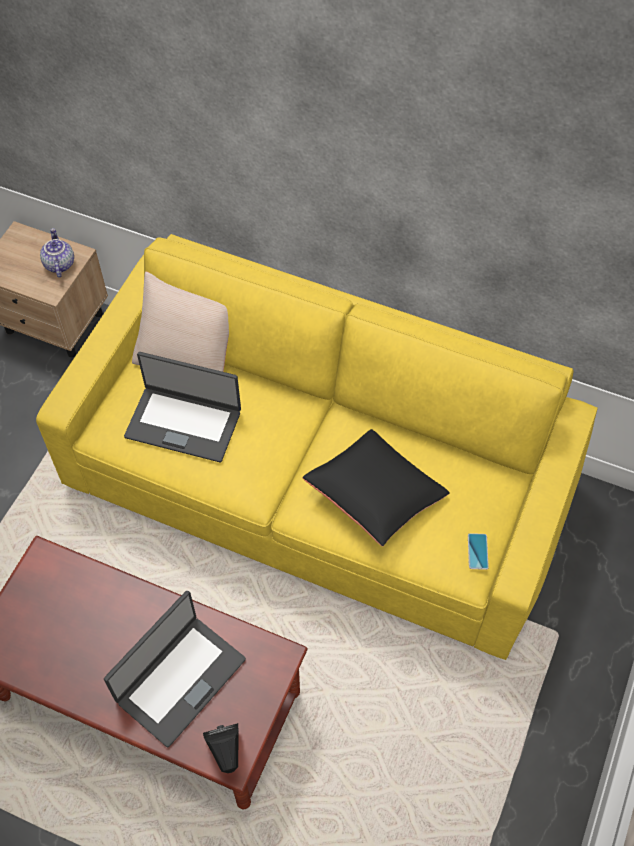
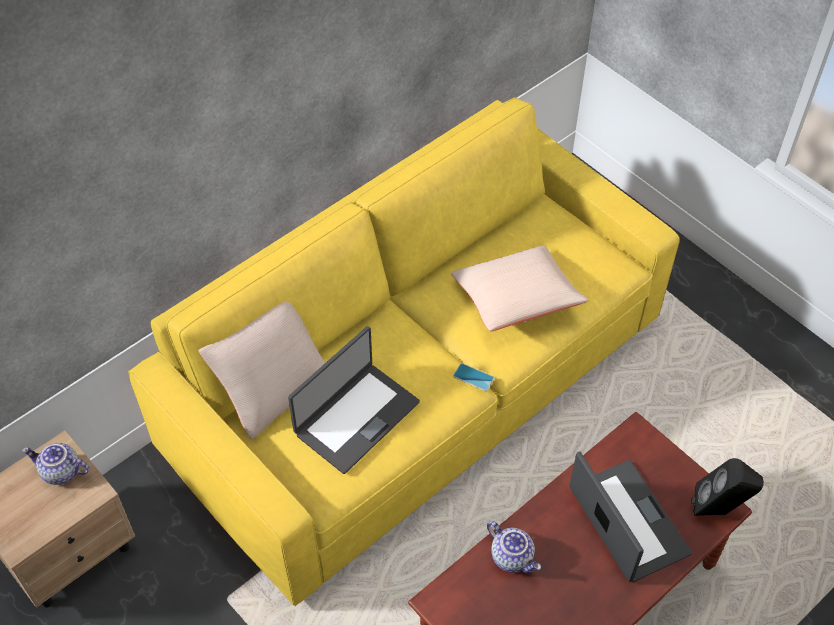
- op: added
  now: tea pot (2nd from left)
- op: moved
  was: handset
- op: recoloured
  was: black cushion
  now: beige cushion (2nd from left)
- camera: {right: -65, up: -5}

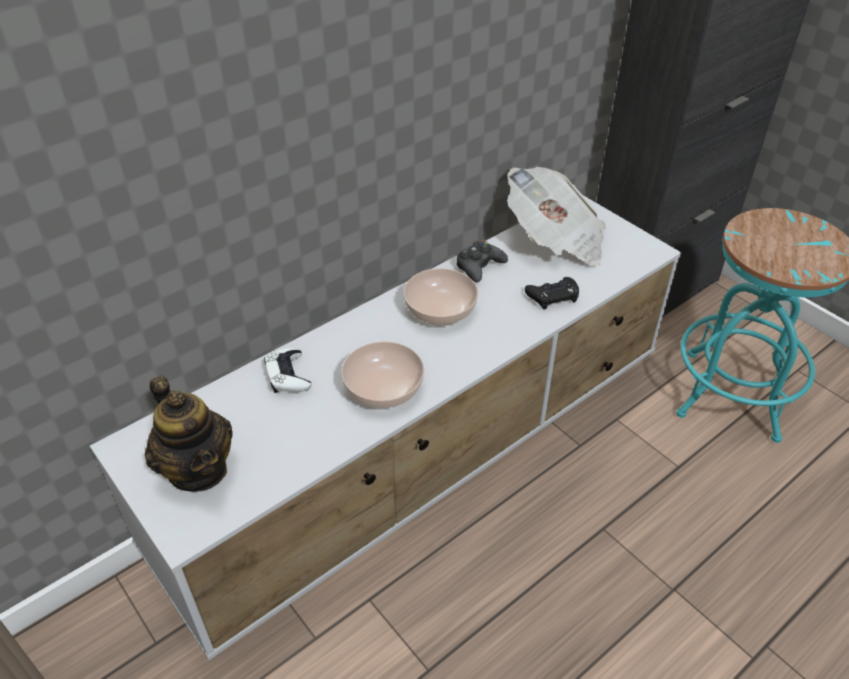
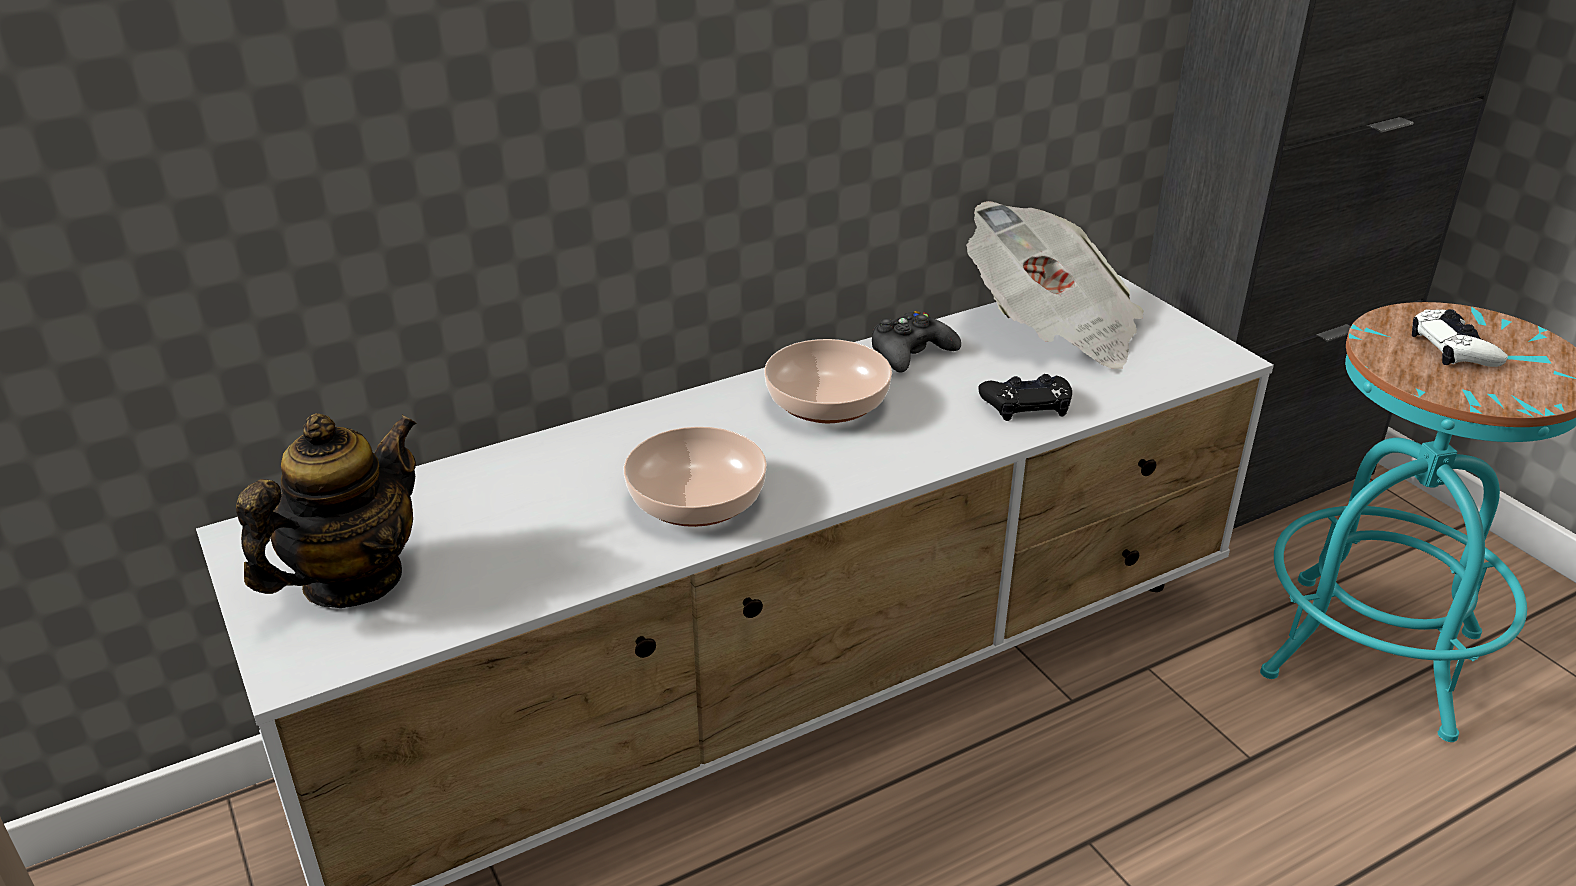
- op: moved
  was: white-coloured game controller
- op: turned
  was: tea pot
  clockwise: -120
- camera: {right: 10, up: -10}

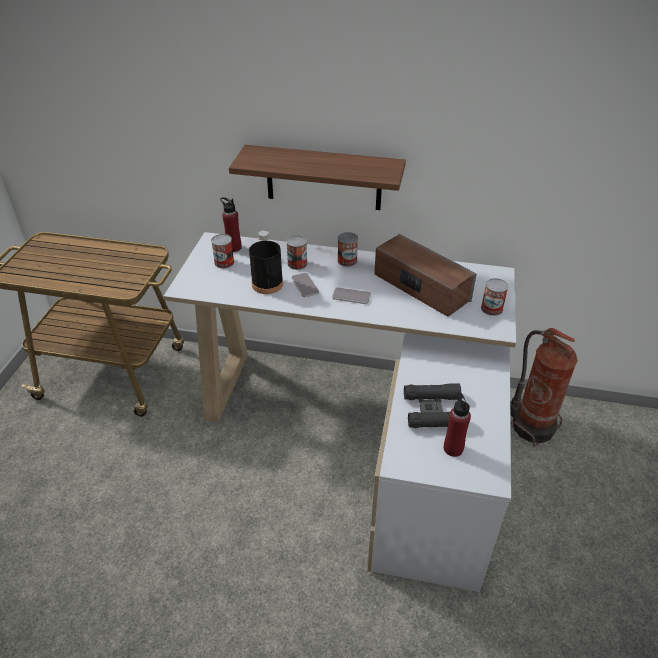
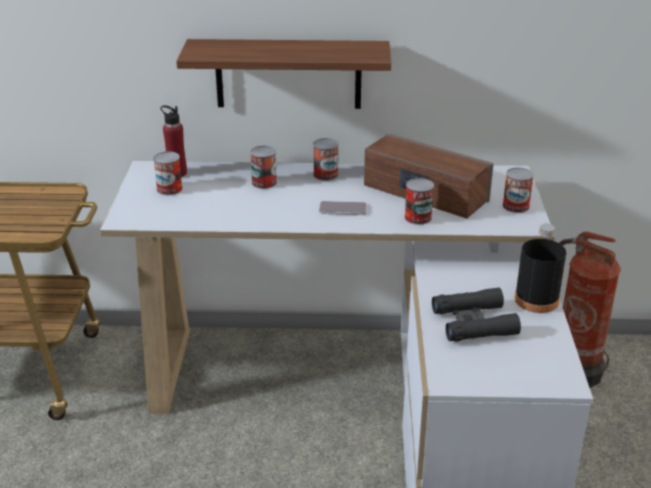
- op: removed
  was: handset (1st from left)
- op: removed
  was: red drink bottle (2nd from left)
- op: added
  now: metal can (4th from left)
- op: moved
  was: black drink bottle
- camera: {right: -10, up: -10}

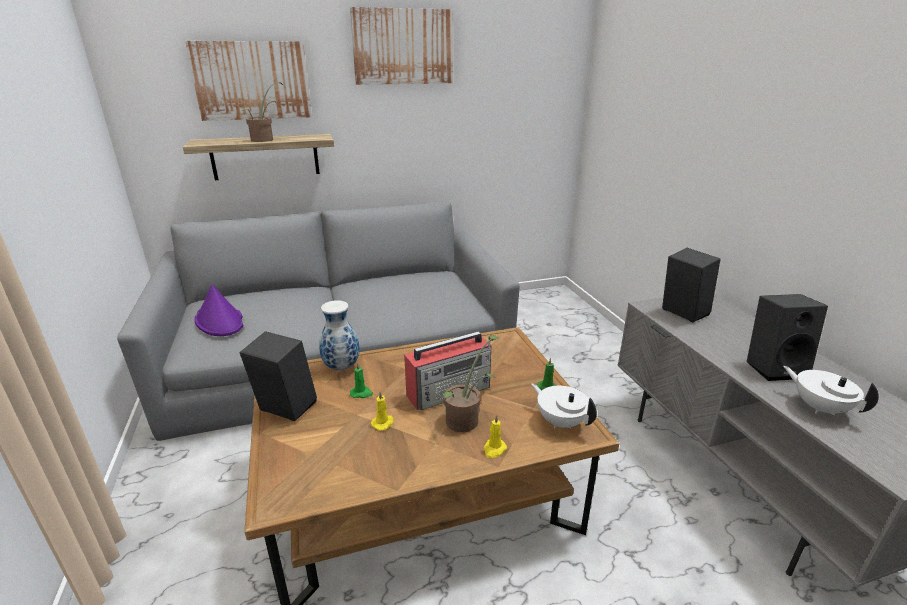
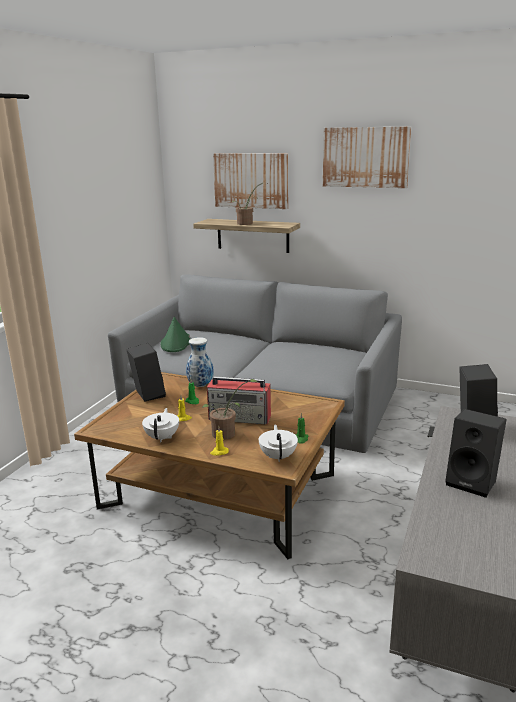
- op: moved
  was: white-coloured tea pot (2nd from left in the first image)
  now: white-coloured tea pot (1st from left)
- op: recoloured
  was: purplish wearable hat
  now: green wearable hat
- camera: {right: 40, up: -5}

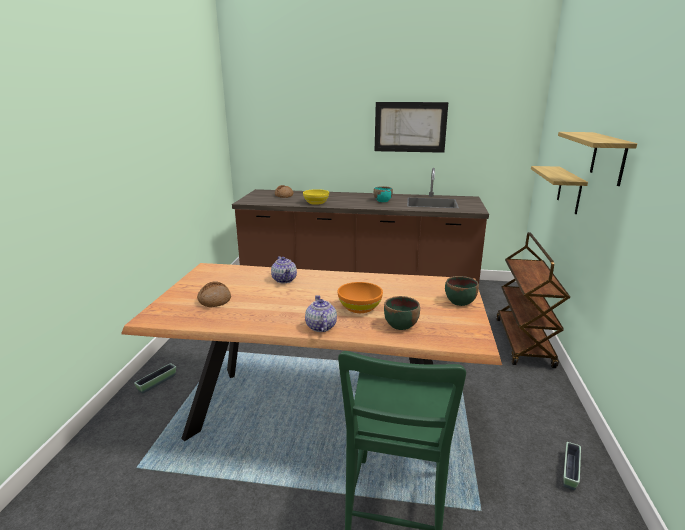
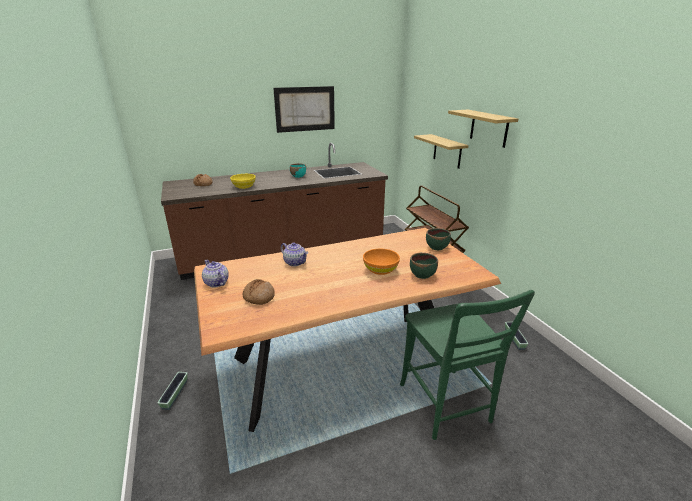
- op: moved
  was: tea pot (2nd from left in the first image)
  now: tea pot (1st from left)
- camera: {right: -30, up: 5}

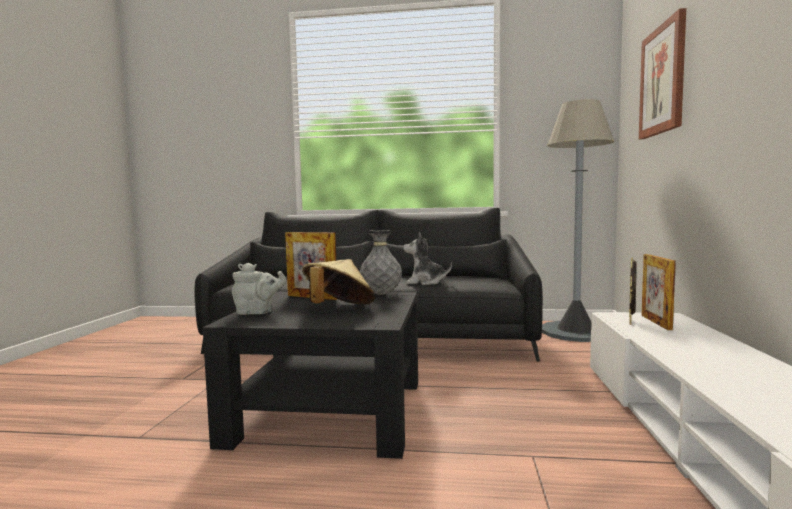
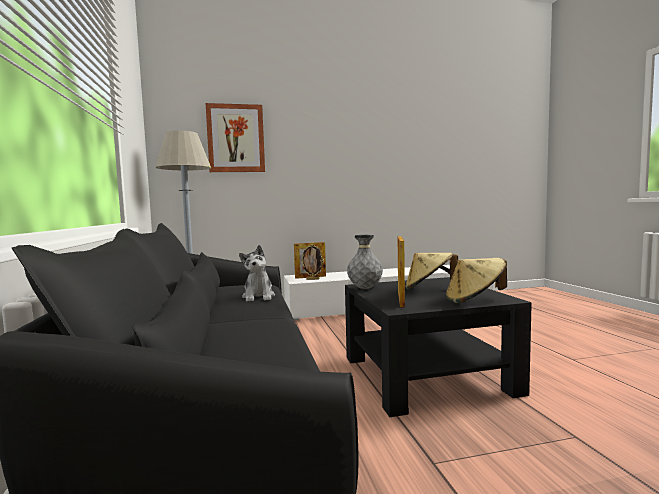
- op: replaced
  was: greyish tea pot
  now: beige wearable hat (2nd from left)
- camera: {right: -110, up: 0}

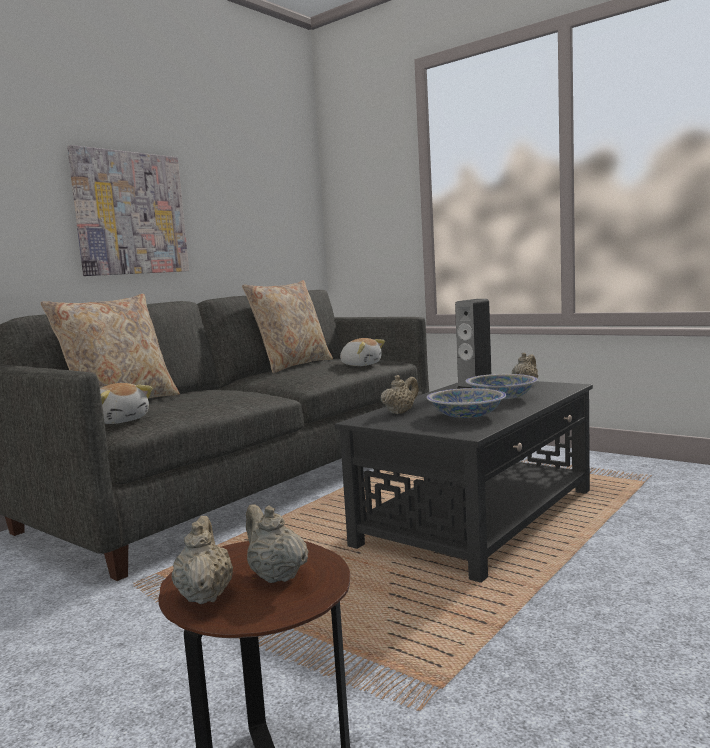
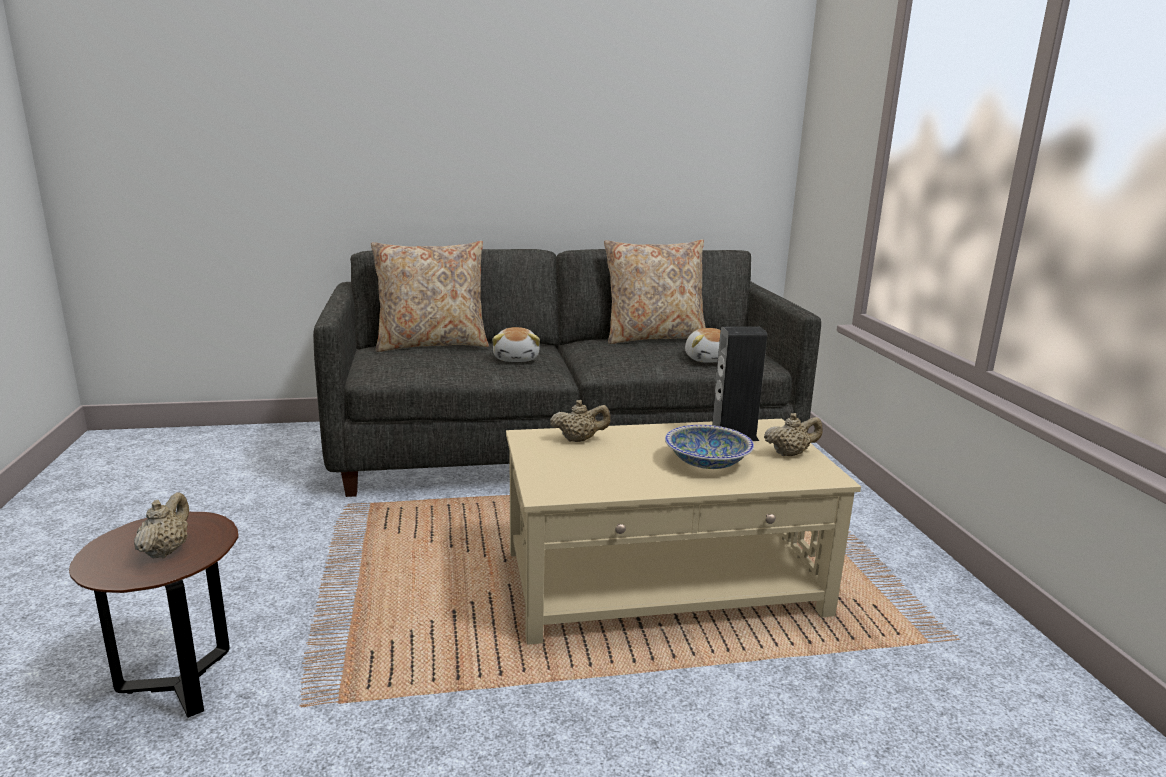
- op: removed
  was: wall art
- op: removed
  was: beige tea pot (1st from left)
- op: removed
  was: bowl (1st from left)
- op: moved
  was: cuddly toy (1st from left)
- op: recoloured
  was: black lounge table
  now: beige lounge table
- camera: {right: 40, up: 10}

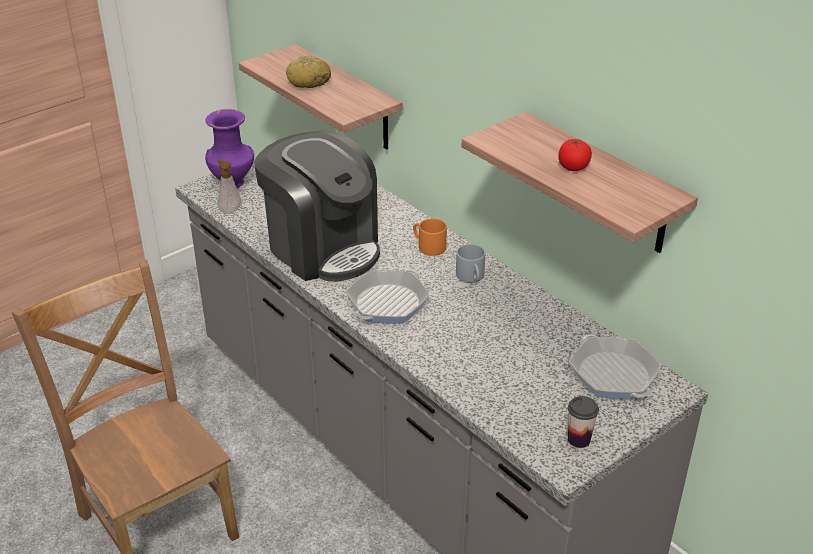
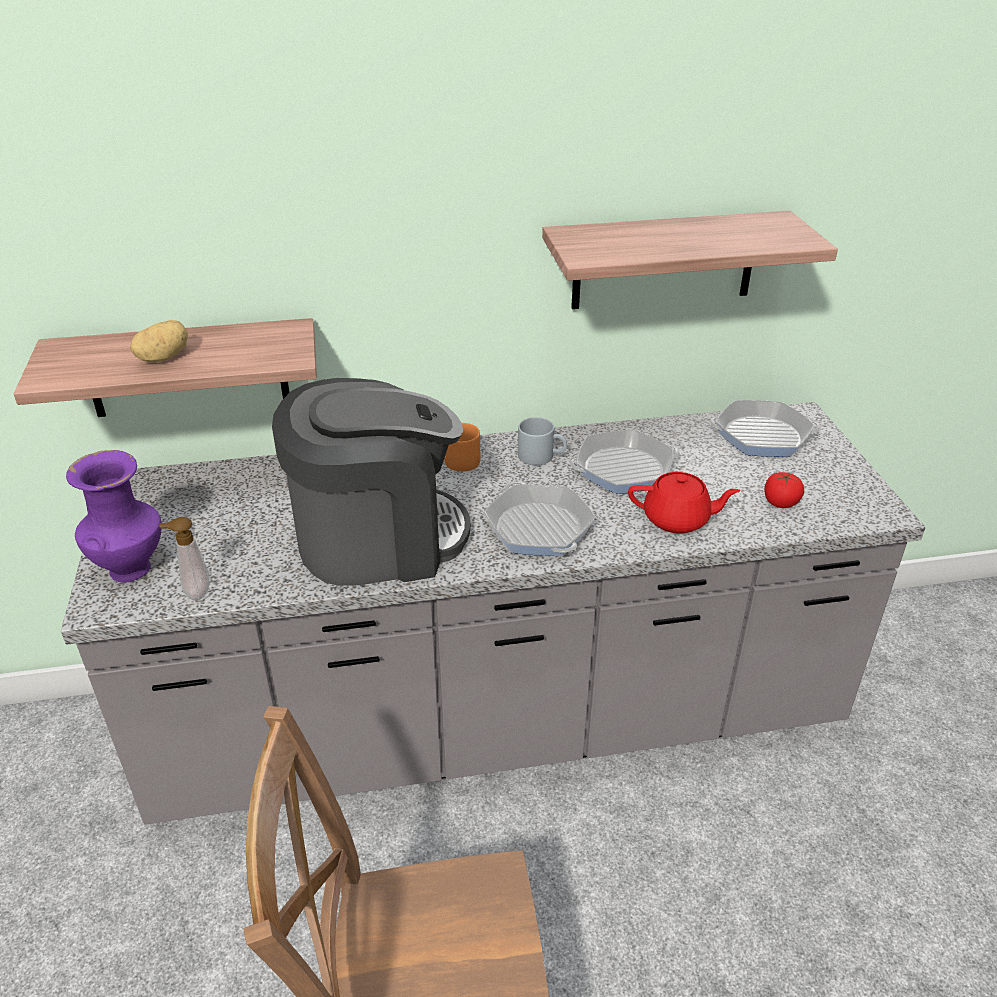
- op: removed
  was: cup
- op: added
  now: skillet (2nd from left)
- op: added
  now: red tea pot
- op: moved
  was: tomato
- op: replaced
  was: baked bread
  now: spud
- camera: {right: -60, up: 0}

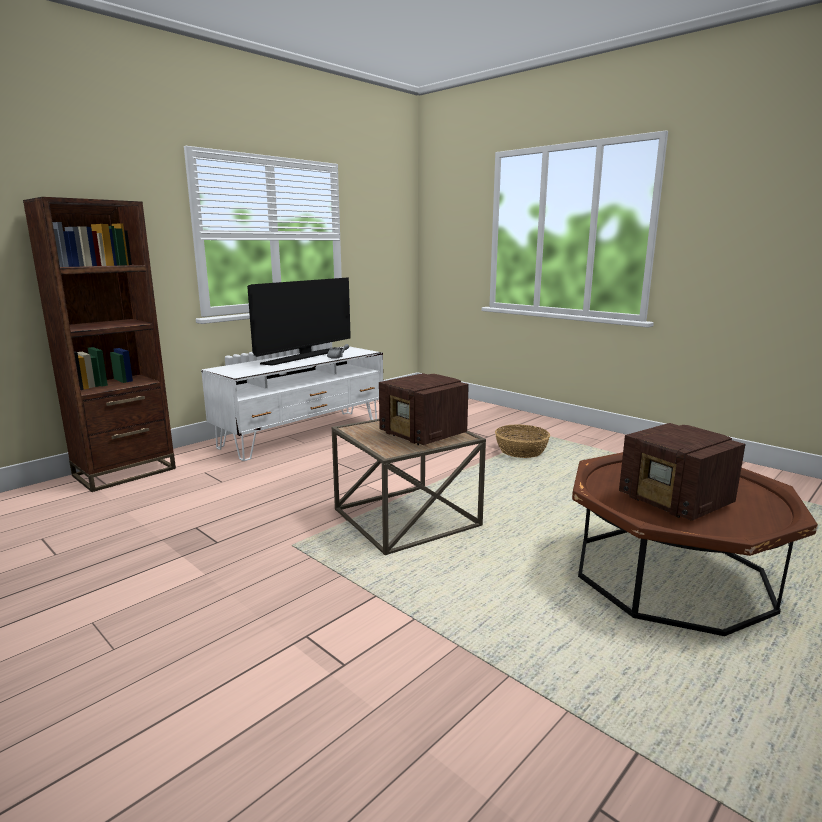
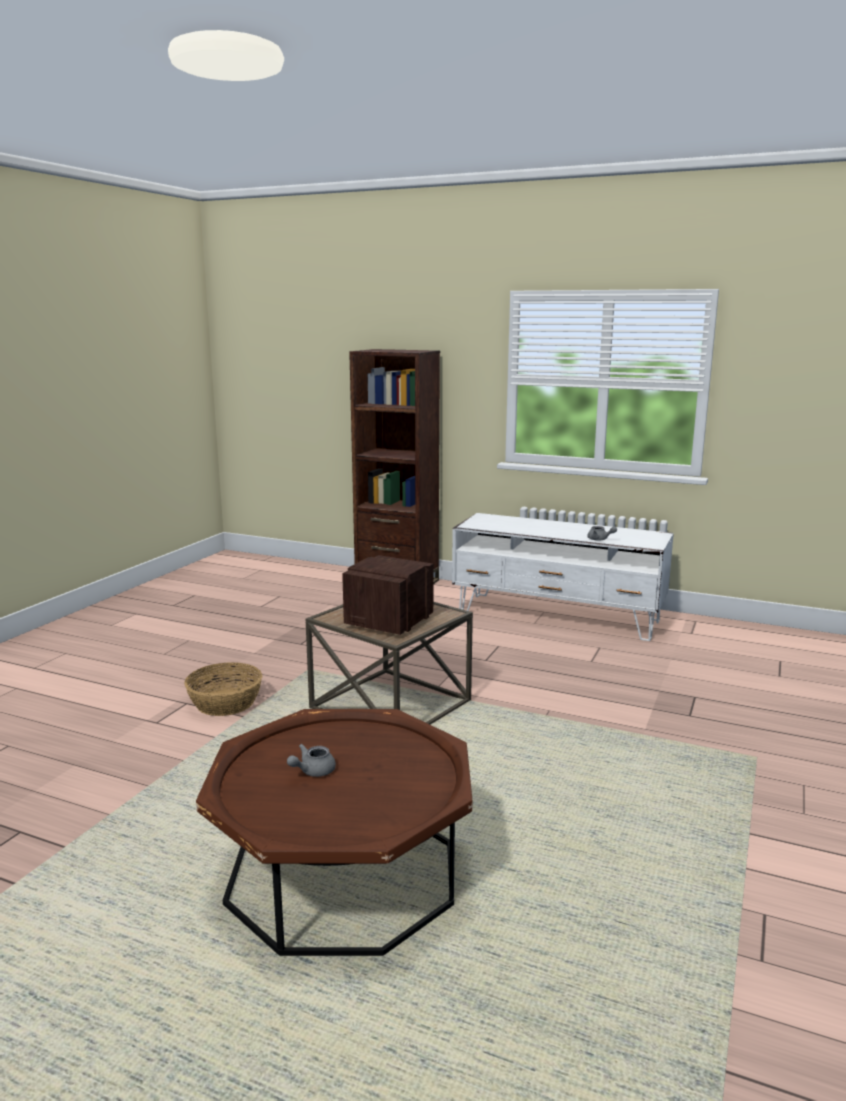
- op: removed
  was: TV
- op: moved
  was: household basket
- op: replaced
  was: radio (2nd from left)
  now: greyish tea pot (1st from left)
- camera: {right: 70, up: 0}

